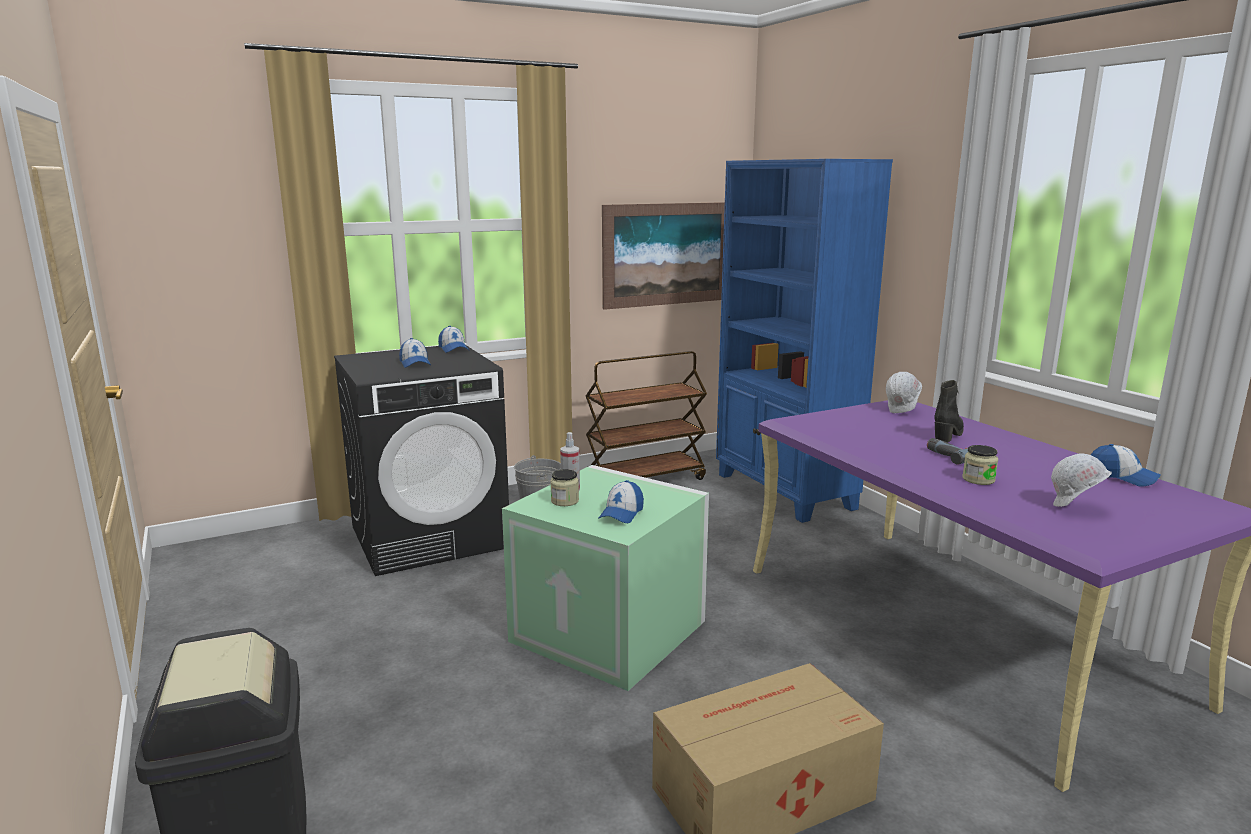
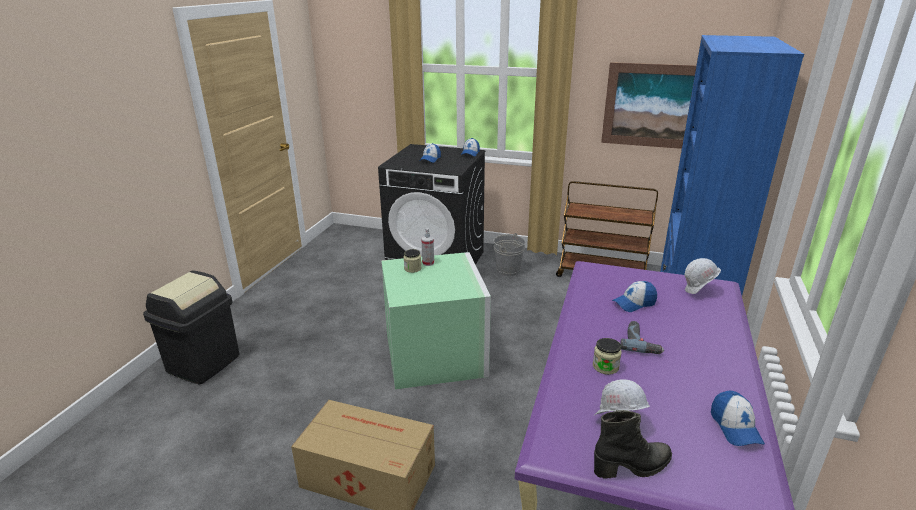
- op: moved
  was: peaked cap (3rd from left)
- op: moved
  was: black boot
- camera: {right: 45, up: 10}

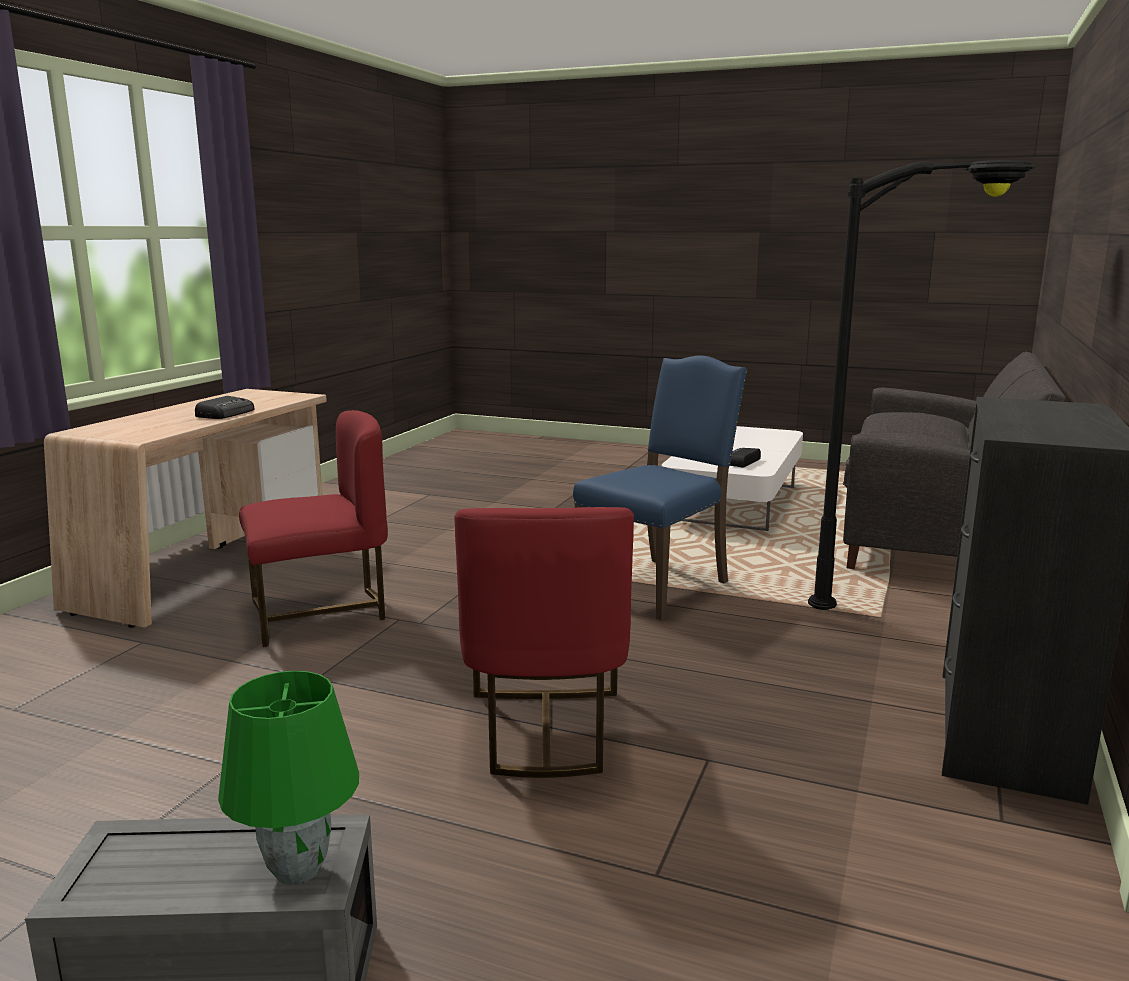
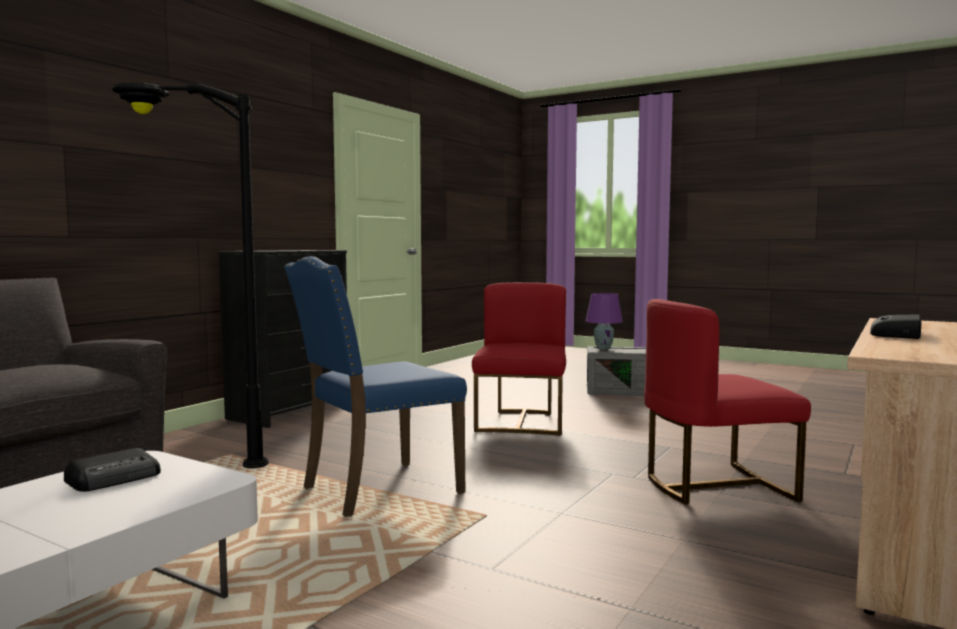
- op: recoloured
  was: green lamp for a table
  now: purplish lamp for a table
- camera: {right: -170, up: -10}

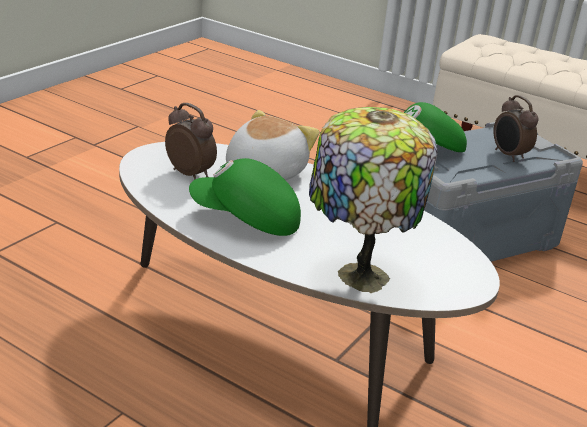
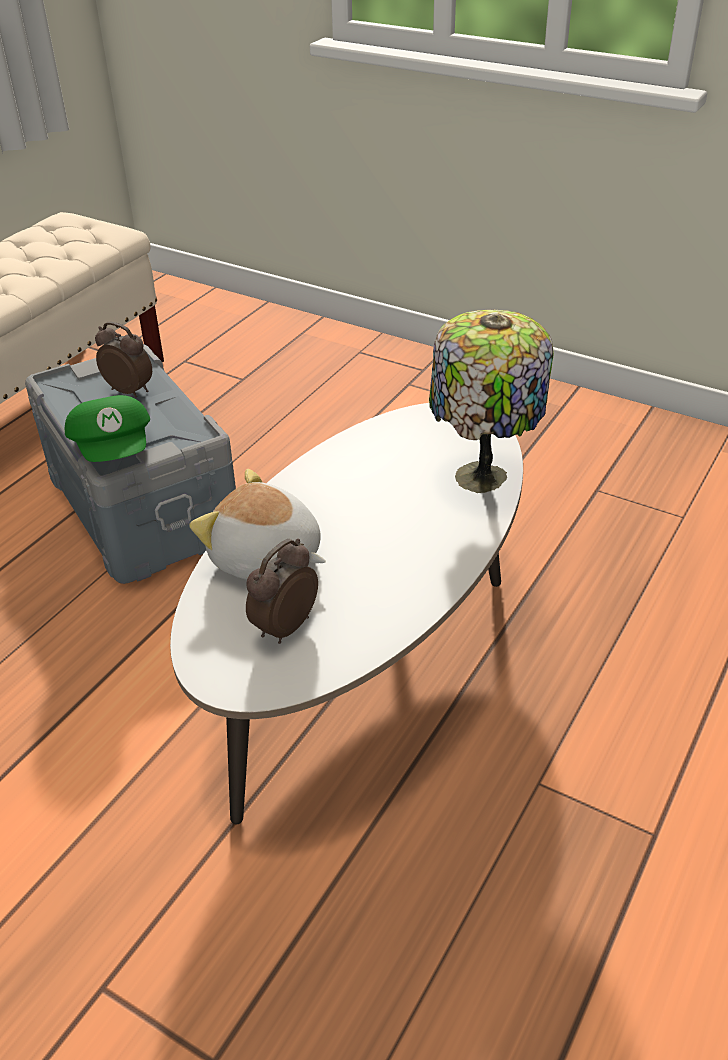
- op: removed
  was: green peaked cap (1st from left)
- op: turned
  was: alarm clock (2nd from left in the first image)
  clockwise: -120
- camera: {right: -90, up: 10}

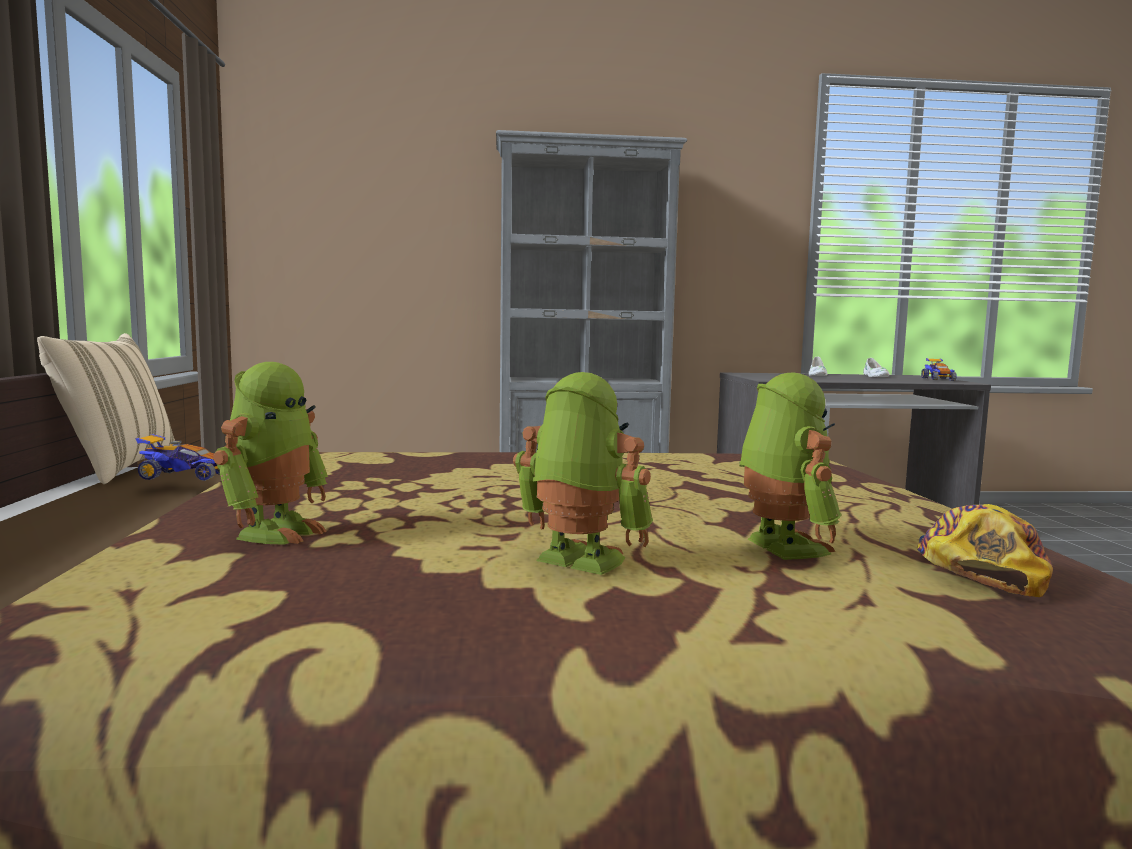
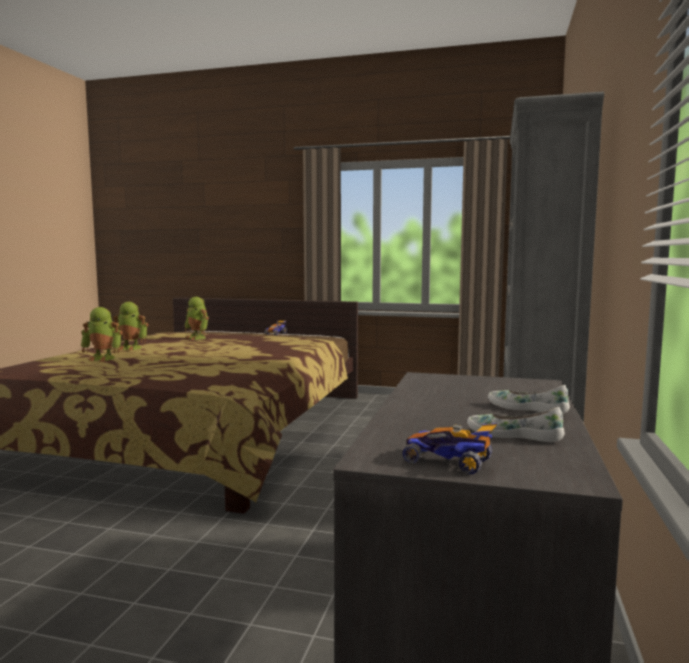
- op: removed
  was: beige cushion
- op: removed
  was: peaked cap
- op: turned
  was: model robot (2nd from left)
  clockwise: 45
- camera: {right: 110, up: 0}

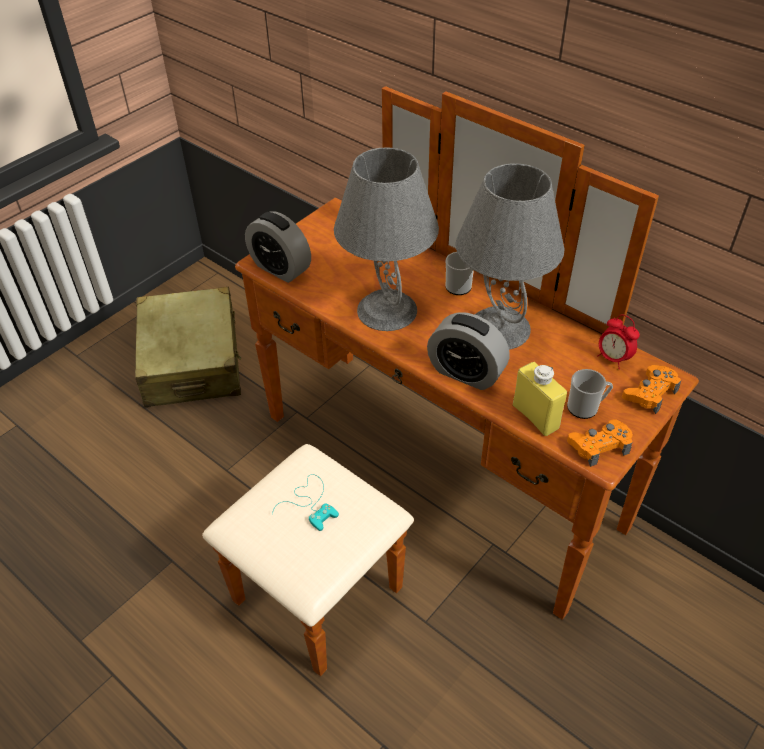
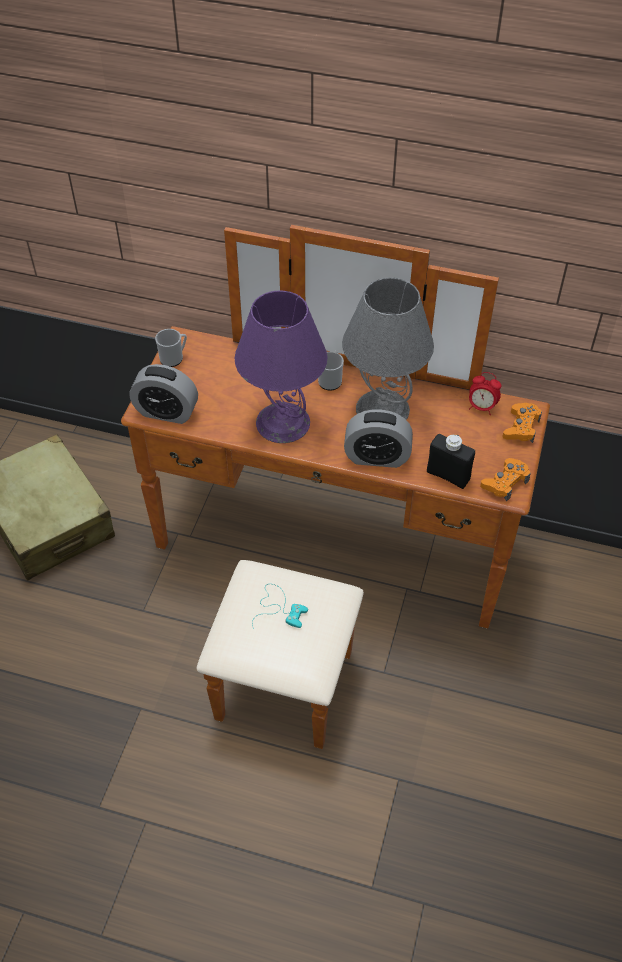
- op: moved
  was: coffee mug (2nd from left in the first image)
  now: coffee mug (1st from left)
- op: recoloured
  was: greyish lamp for a table (1st from left)
  now: purplish lamp for a table
- op: recoloured
  was: yellow drink bottle
  now: black drink bottle
- camera: {right: -25, up: 5}

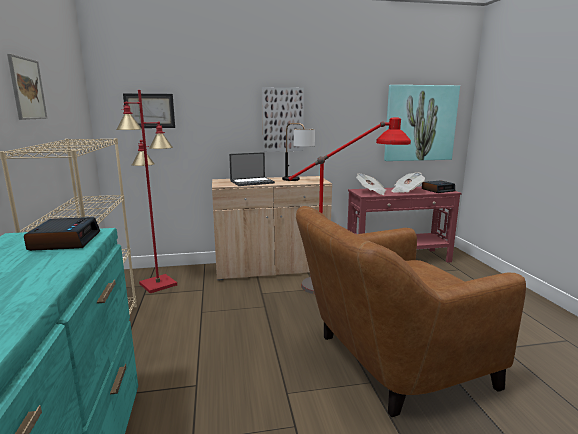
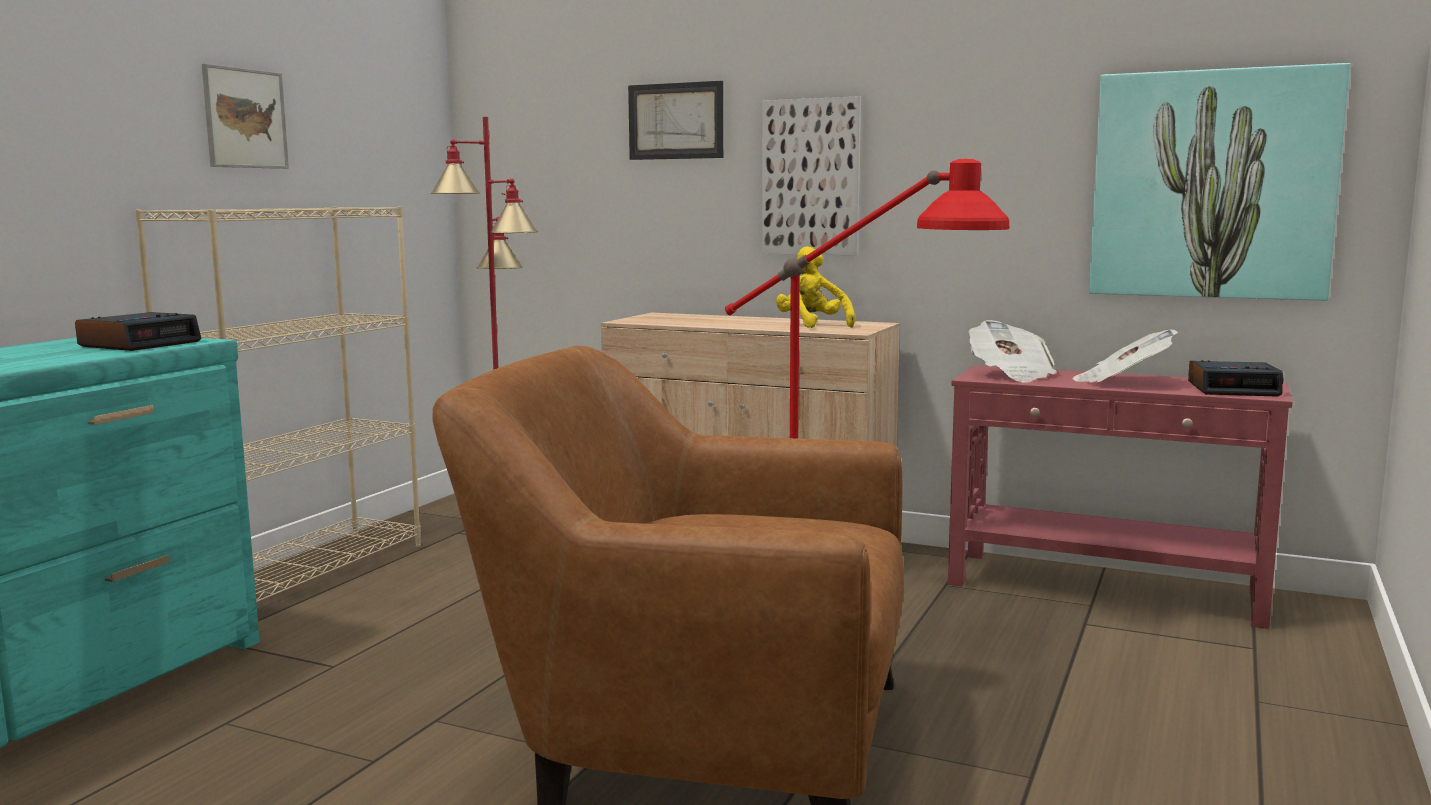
- op: removed
  was: notebook computer
- op: moved
  was: wall art (2nd from left)
- op: replaced
  was: lamp for a table
  now: yellow cuddly toy
- camera: {right: 35, up: -5}

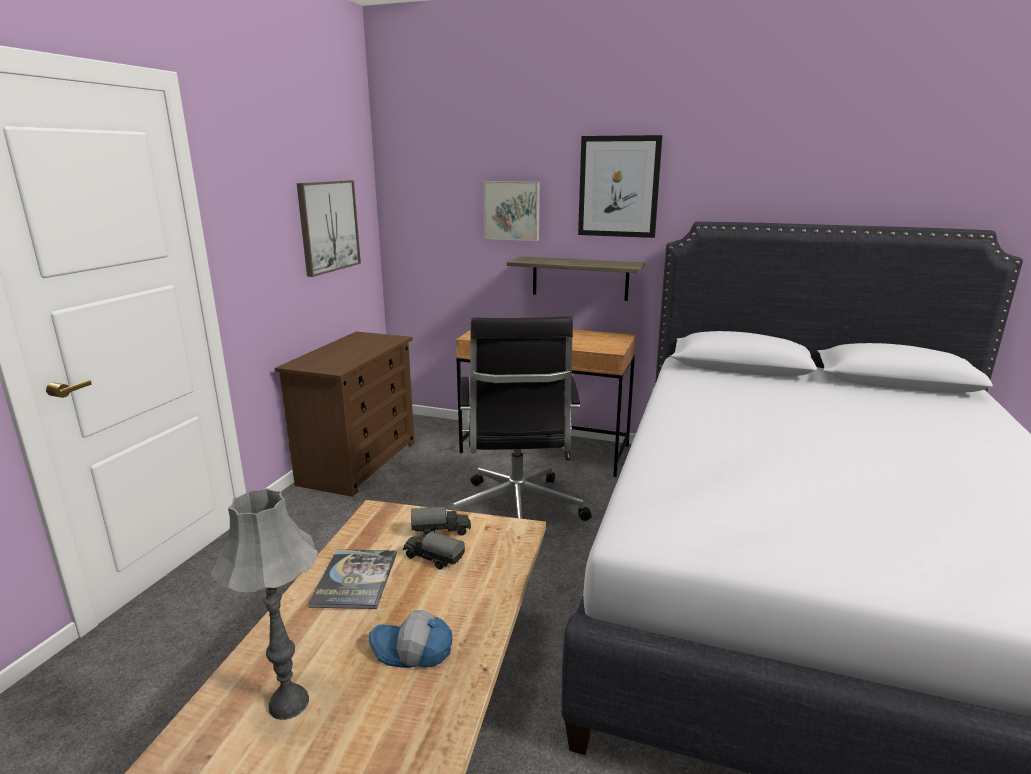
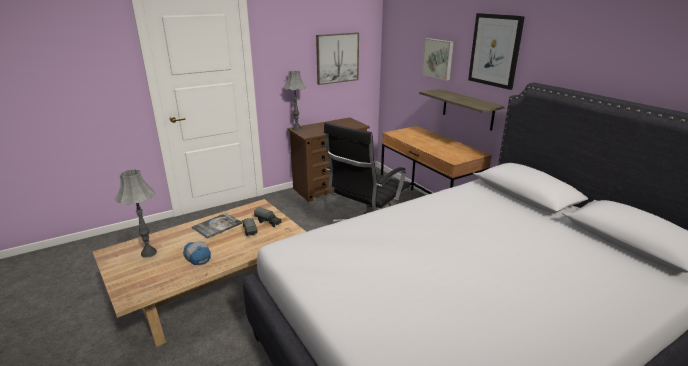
- op: added
  now: greyish lamp for a table (2nd from left)
- camera: {right: 40, up: 5}

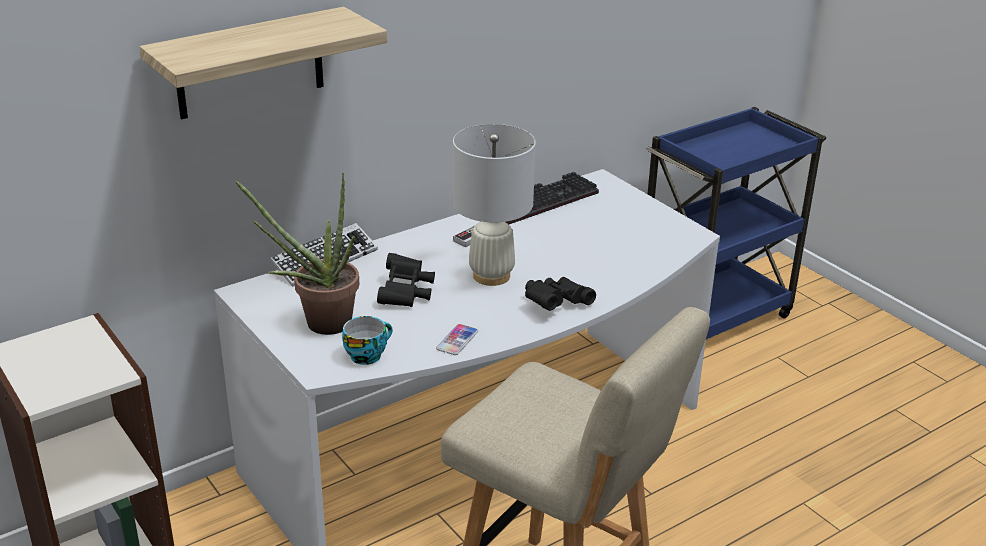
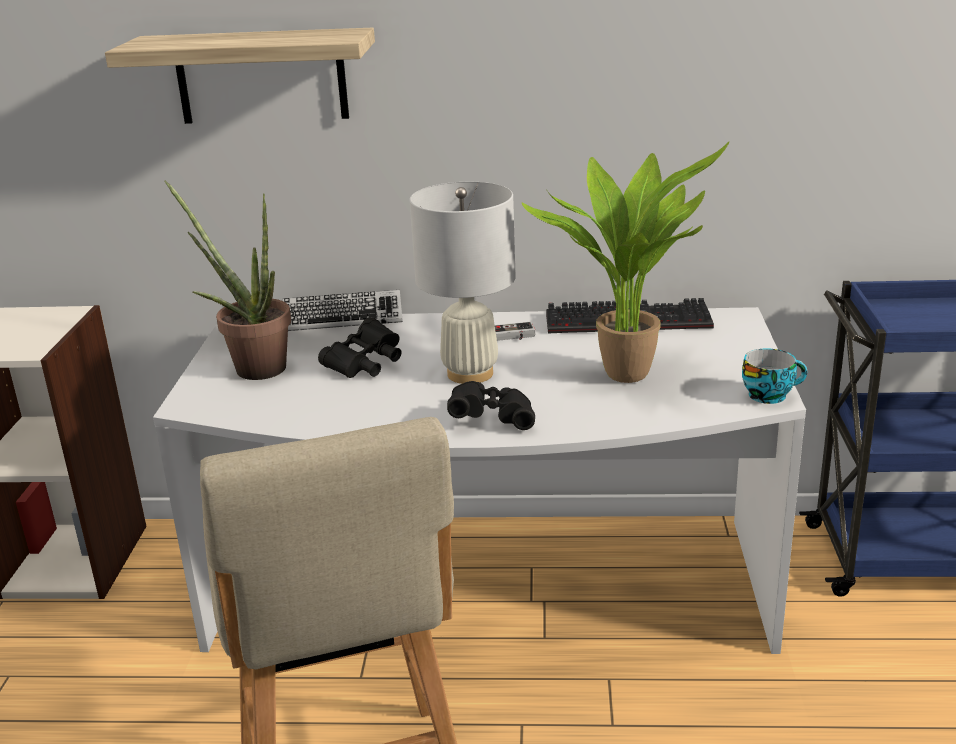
- op: removed
  was: handset
- op: added
  now: houseplant (2nd from left)
- op: moved
  was: cup
- camera: {right: 40, up: -5}

